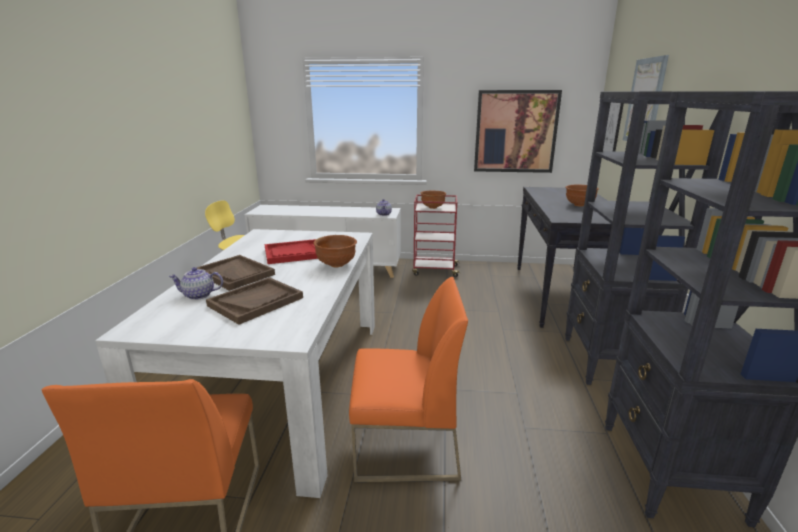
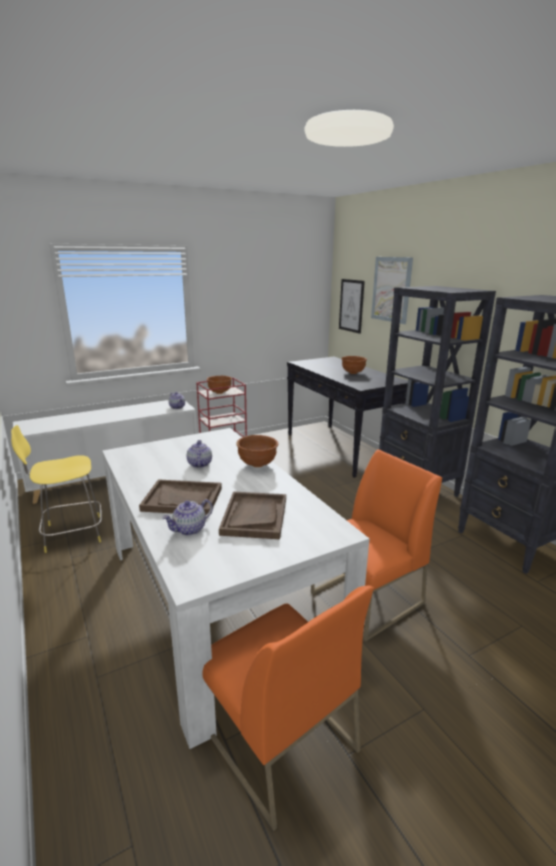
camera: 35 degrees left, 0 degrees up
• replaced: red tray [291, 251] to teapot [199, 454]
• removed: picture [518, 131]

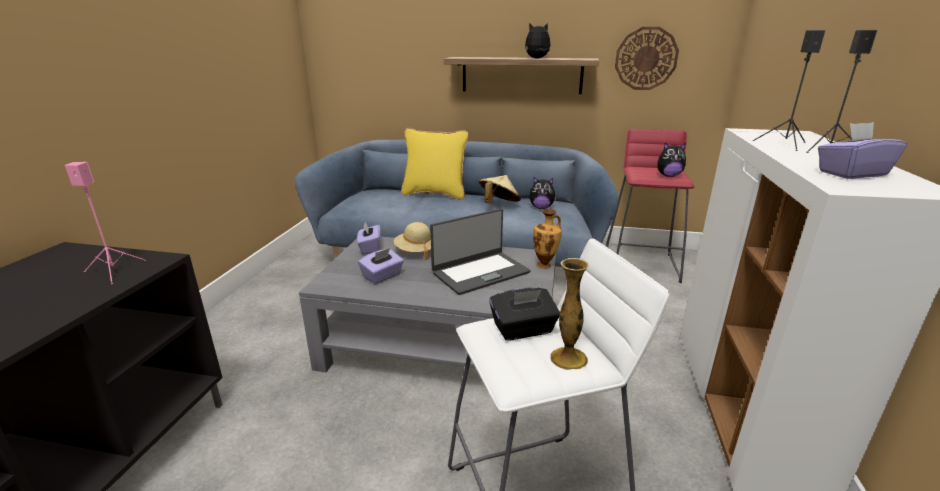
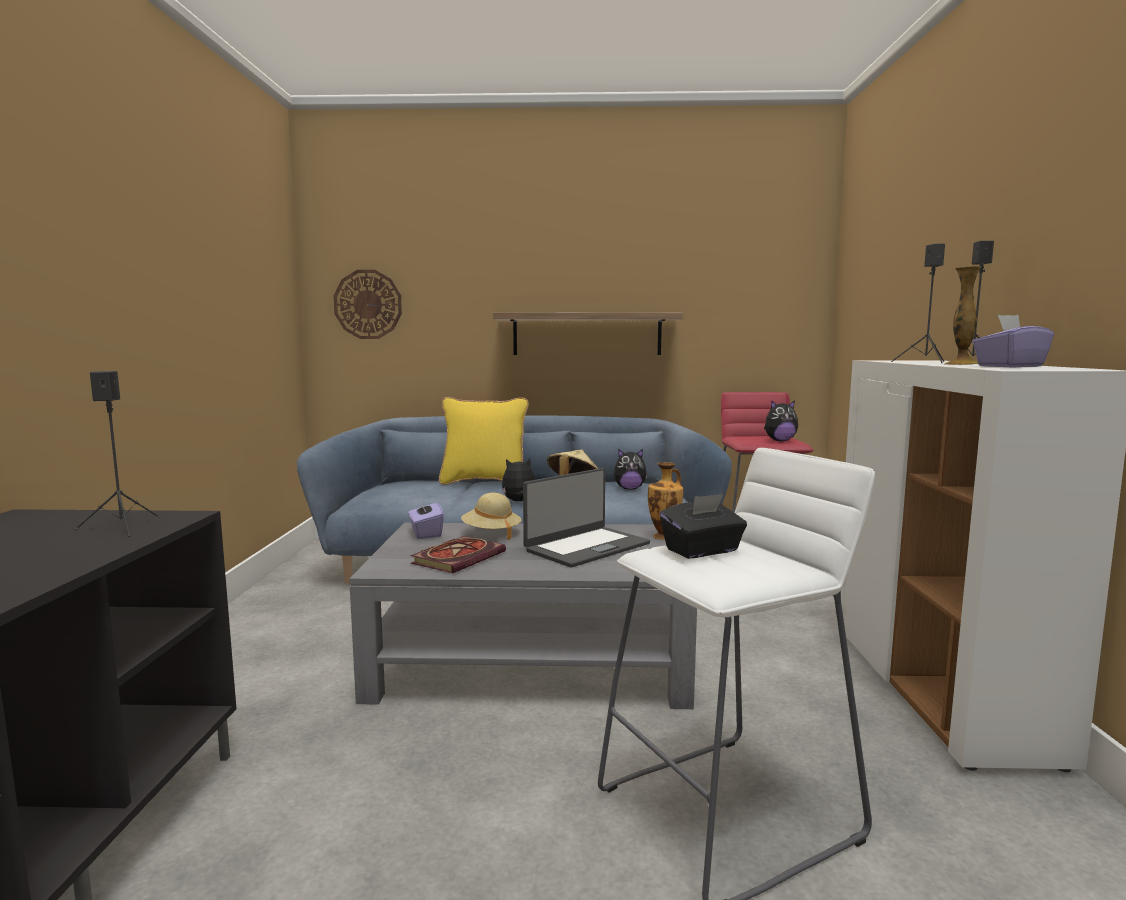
camera: 10 degrees left, 15 degrees down
• recoloured: pink speaker [105, 223] to black speaker [117, 454]
• moved: wall clock [647, 58] to [367, 304]
• replaced: purple tissue box [381, 266] to book [458, 554]
• moved: plush toy [537, 41] to [518, 479]
• moved: vase [569, 314] to [962, 315]

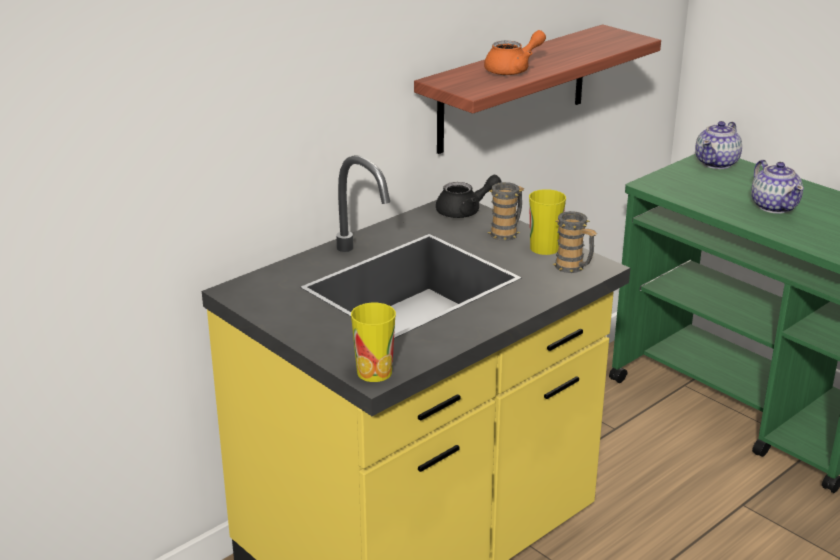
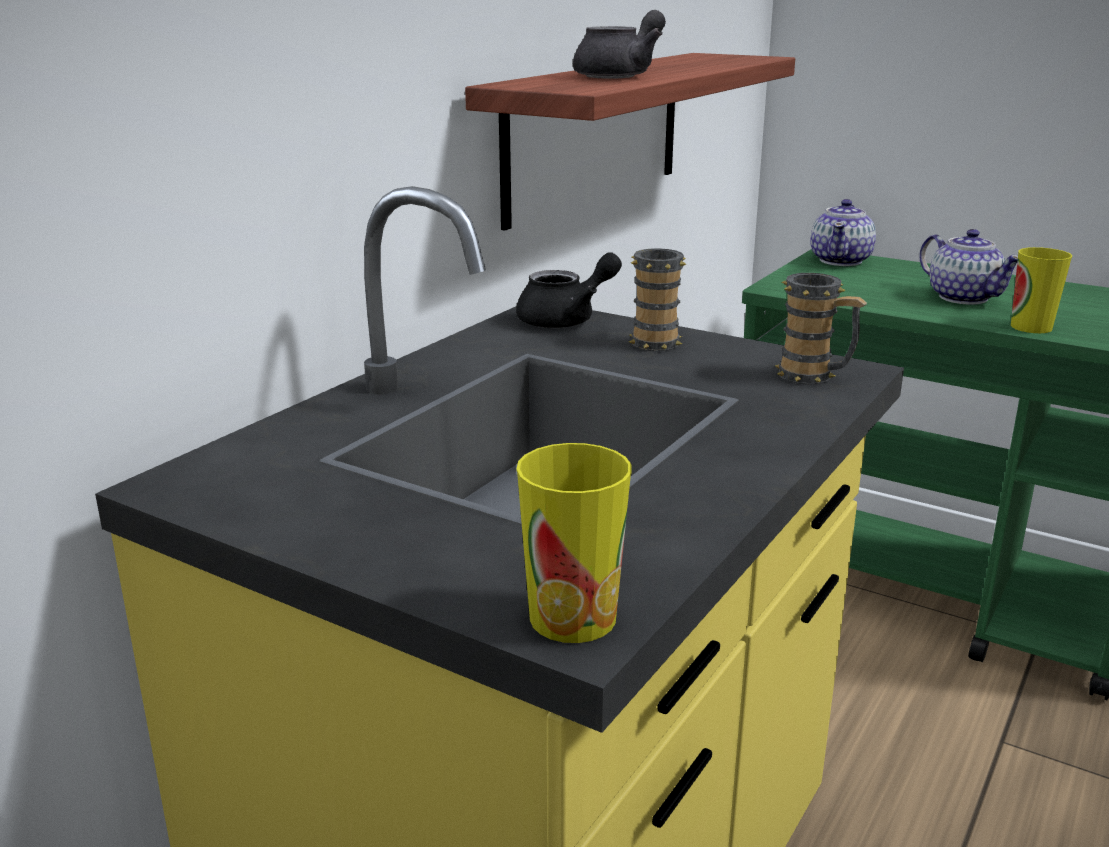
camera: 15 degrees left, 5 degrees down
• recoloured: orange teapot [515, 52] to grey teapot [619, 44]
• moved: cup [547, 222] to [1041, 290]

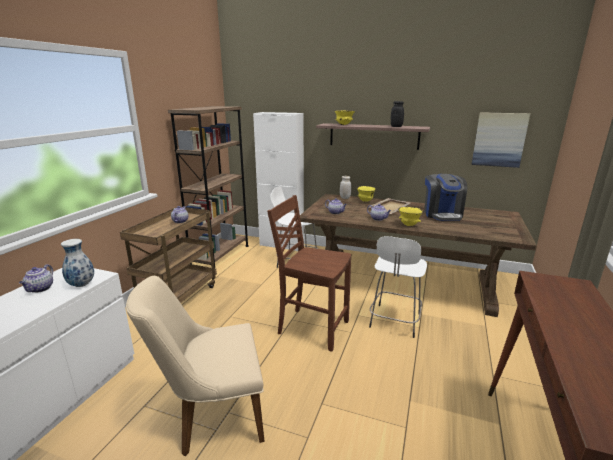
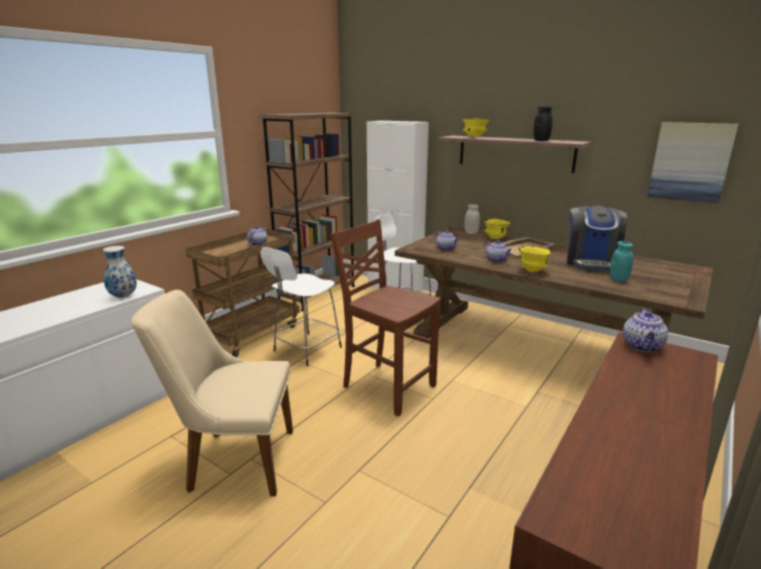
camera: 15 degrees right, 0 degrees up
• moved: white stool [398, 287] to [301, 306]
• added: turquoise jar [621, 261]
• moved: teapot [36, 278] to [645, 330]

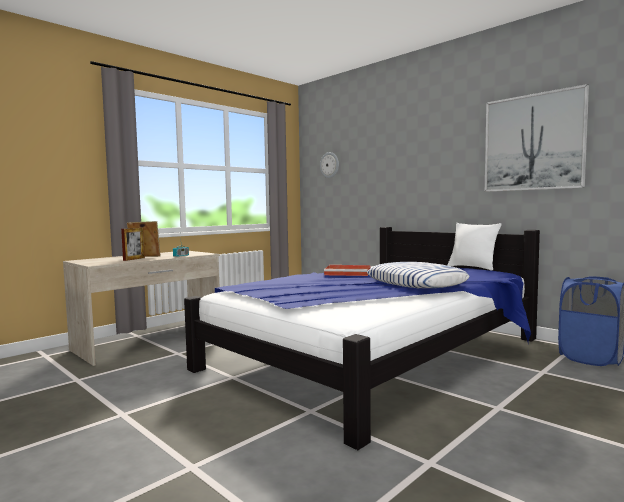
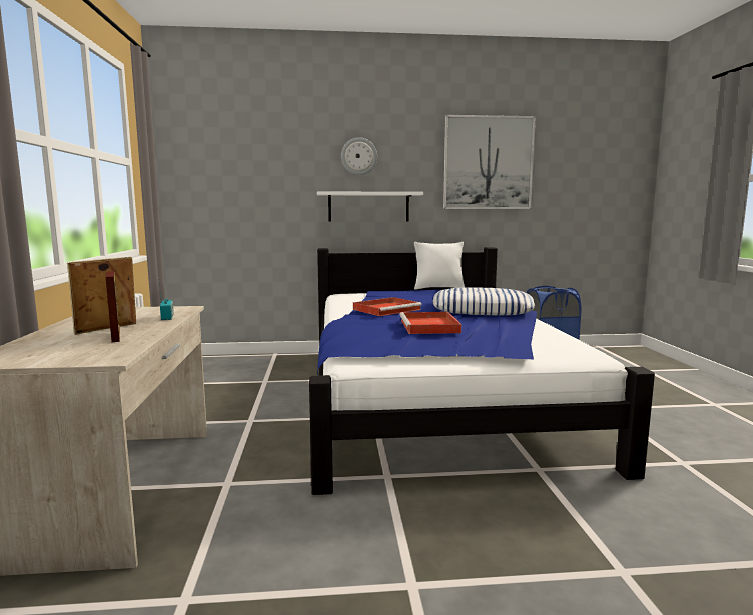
camera: 50 degrees left, 5 degrees up
• added: white shelf [370, 206]
• moved: wall clock [329, 165] to [359, 156]
• added: red tray [430, 323]

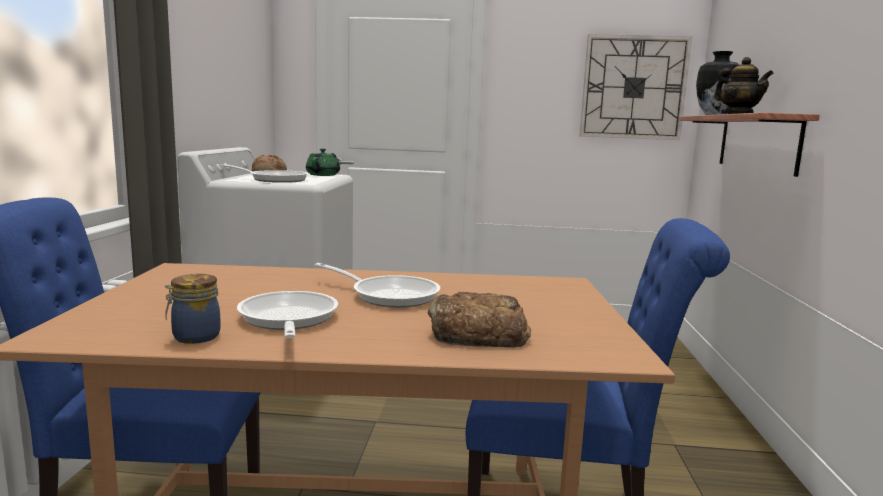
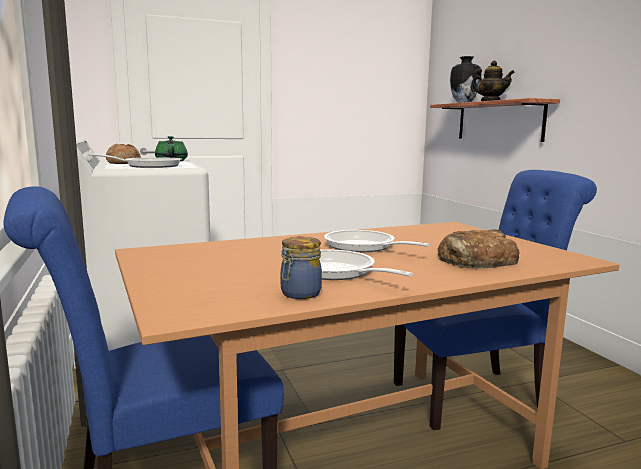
camera: 25 degrees left, 0 degrees up
• turned: frying pan [377, 285] = [377, 241] 135 degrees counterclockwise
• removed: wall clock [636, 87]

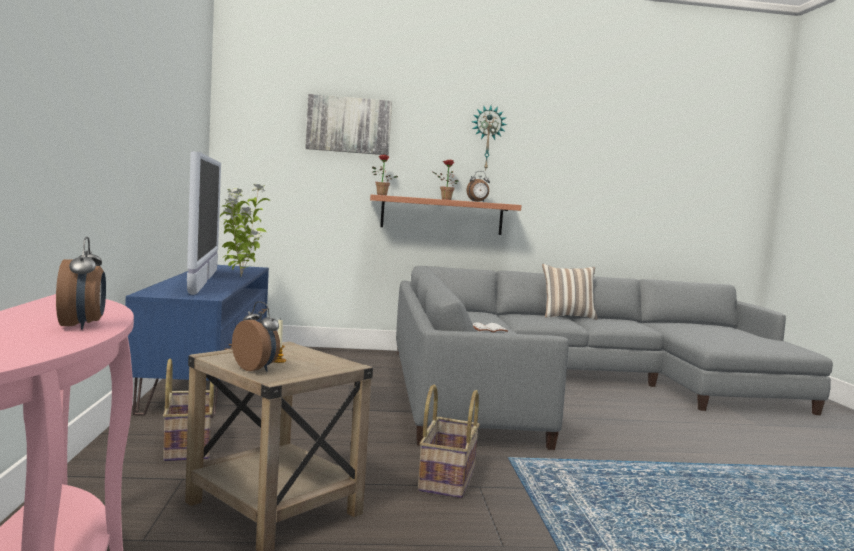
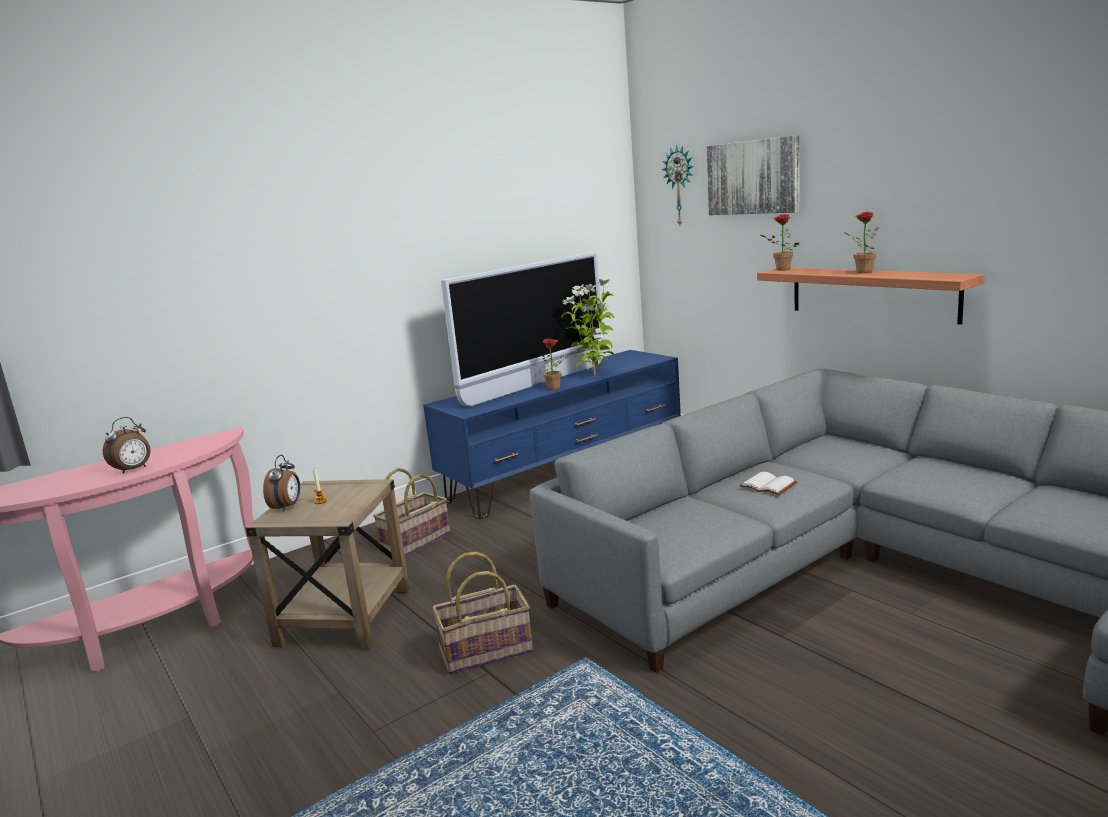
camera: 60 degrees right, 10 degrees up
• added: potted plant [555, 364]
• moved: wall clock [489, 137] to [678, 184]
• removed: alarm clock [478, 186]
• removed: pillow [570, 292]

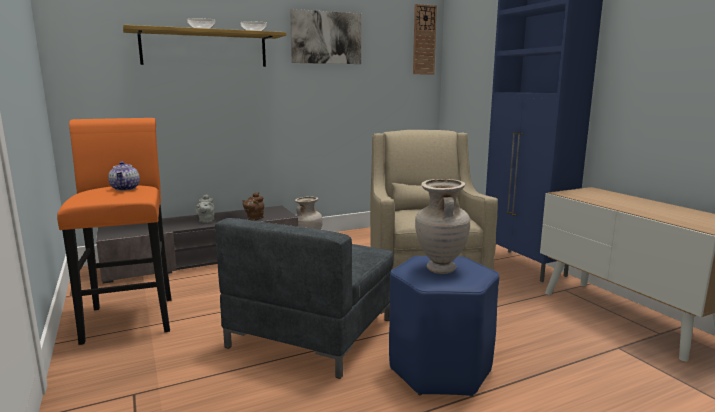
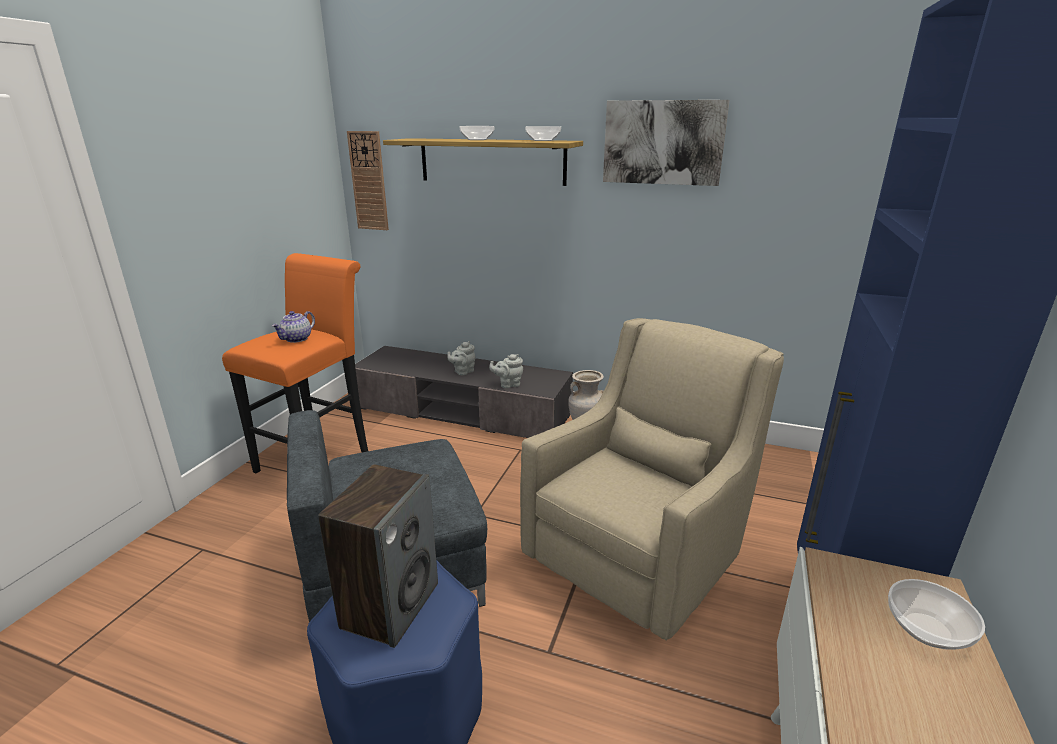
camera: 45 degrees right, 10 degrees up
• replaced: beige vase [442, 226] to speaker [378, 556]
• moved: wall clock [425, 39] to [368, 180]
• recoloured: brown teapot [253, 206] to grey teapot [506, 371]
• added: bowl [936, 614]

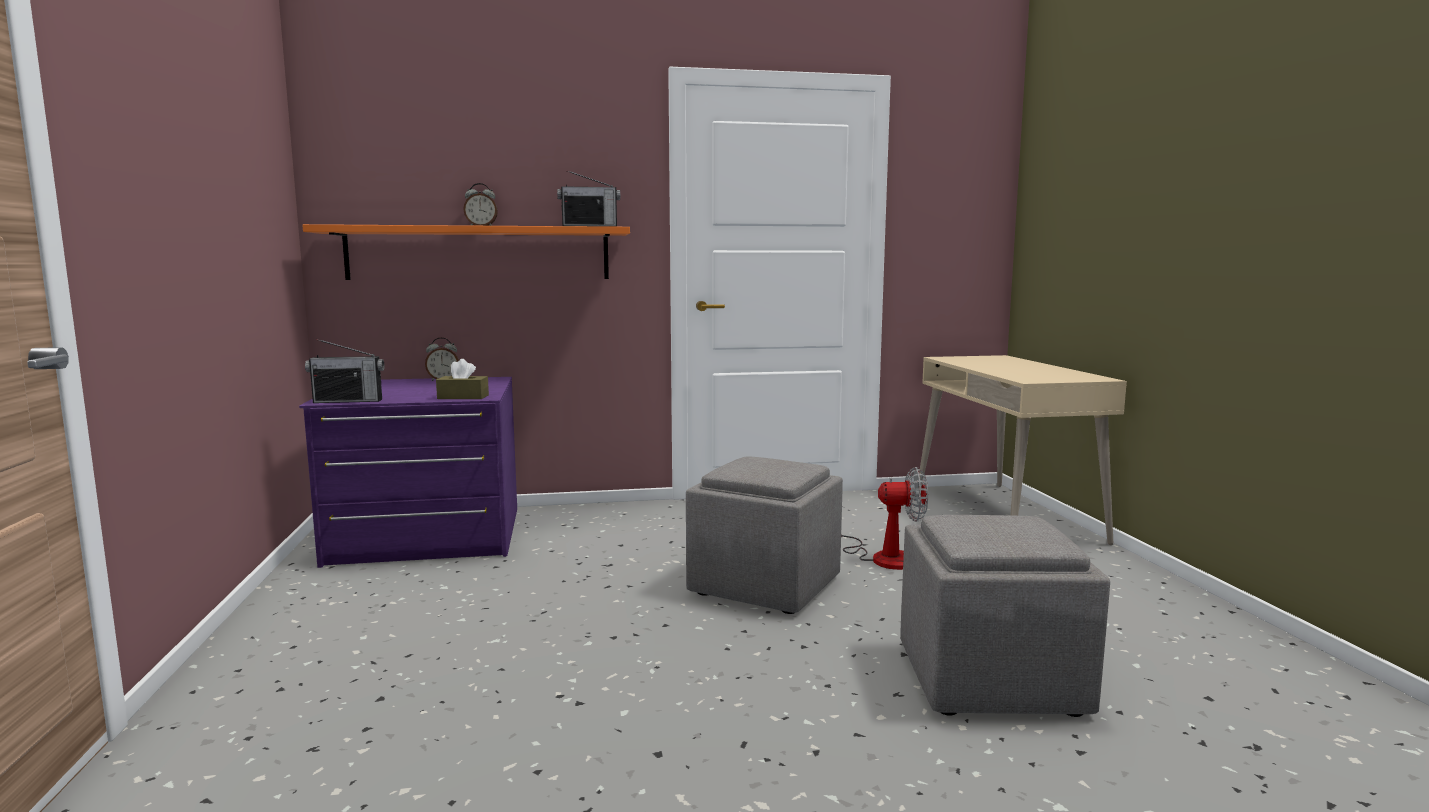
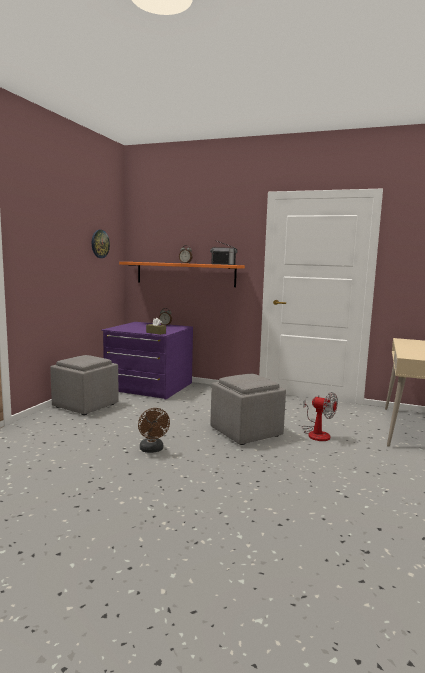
camera: 30 degrees right, 0 degrees up
• moved: grey ottoman [1005, 616] to [84, 385]
• added: wall clock [101, 244]
• added: brown fan [154, 430]
• removed: radio [345, 371]

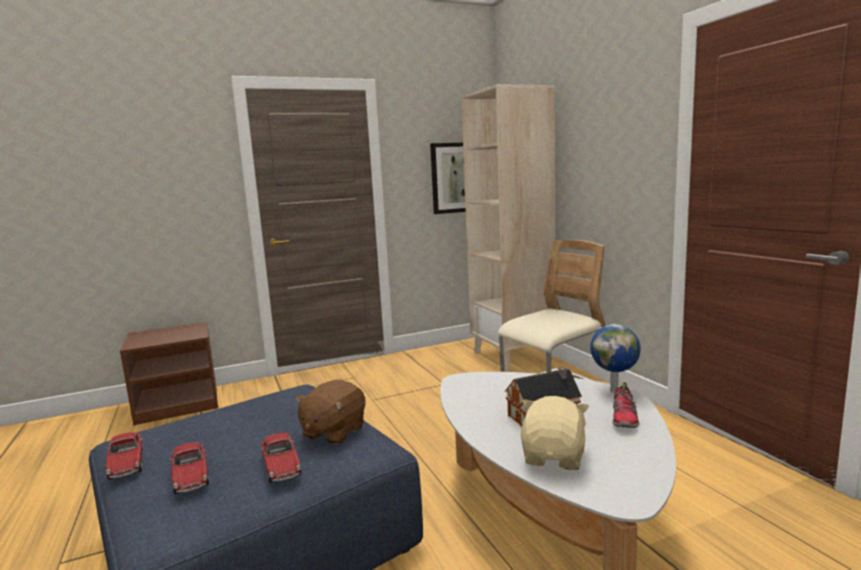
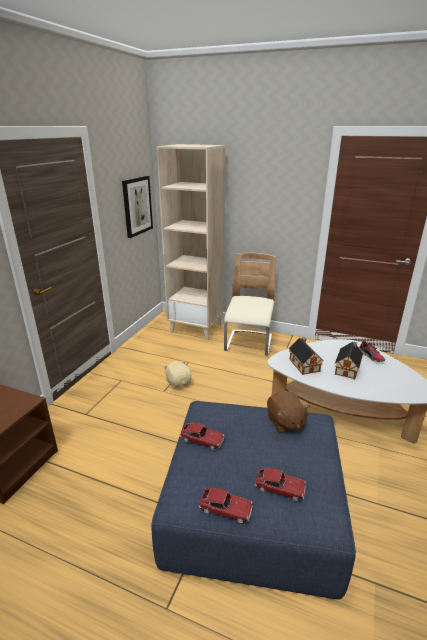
camera: 45 degrees left, 15 degrees up
• moved: beige plush toy [554, 433] to [177, 375]
• moved: toy car [281, 458] to [202, 436]
• added: toy house [305, 356]
• removed: globe [615, 358]

